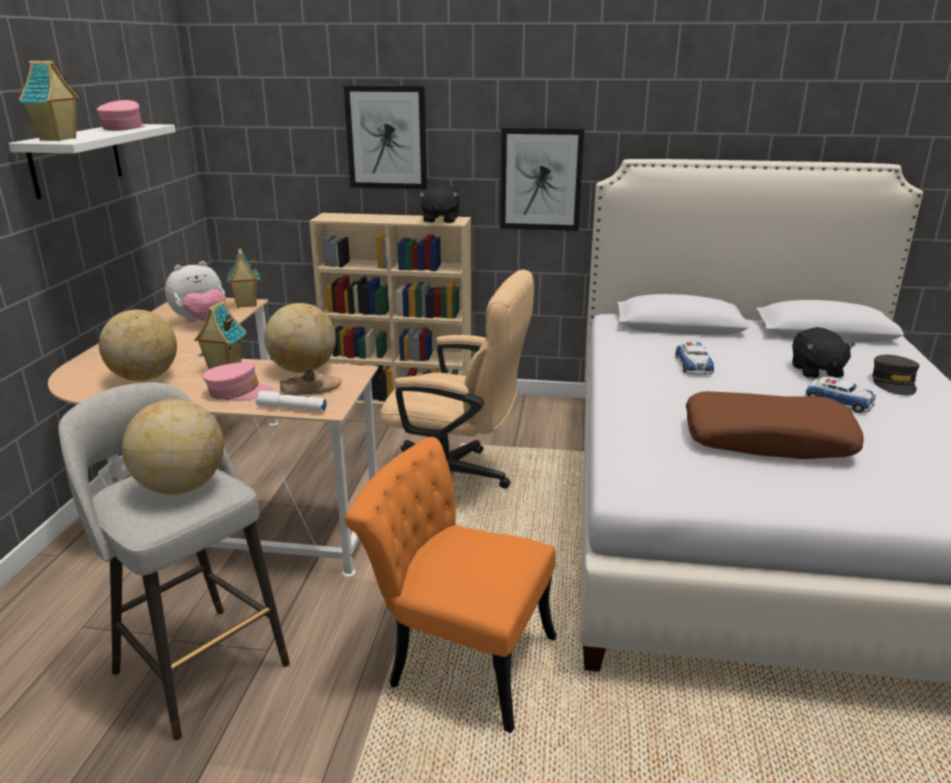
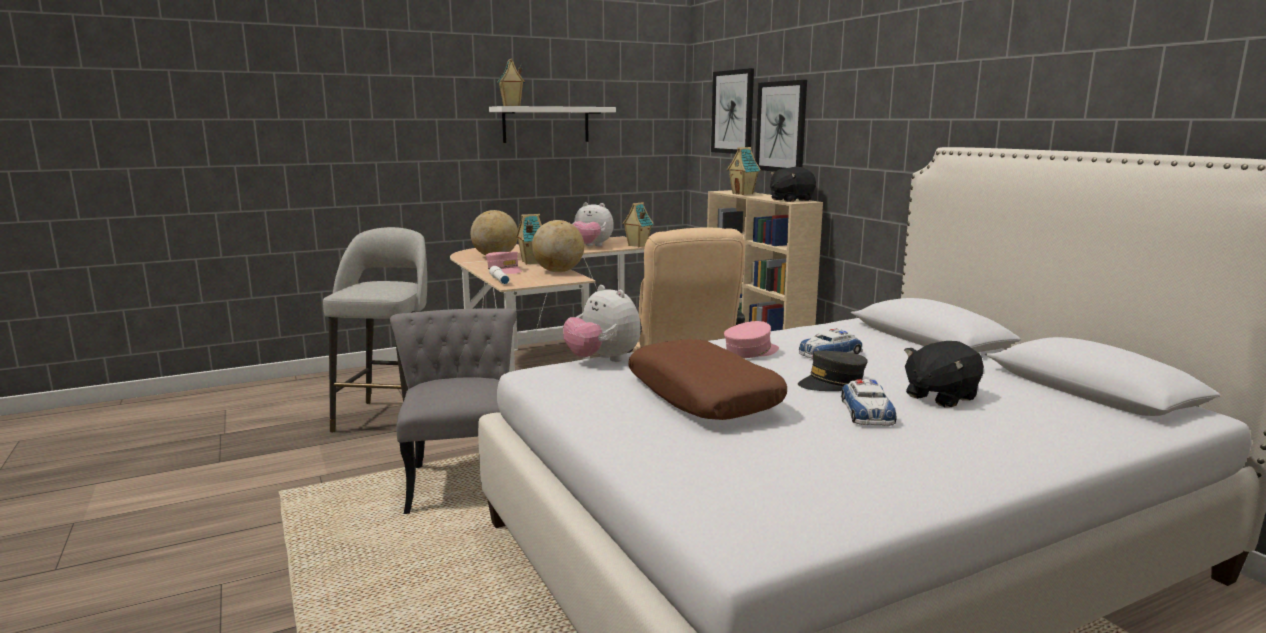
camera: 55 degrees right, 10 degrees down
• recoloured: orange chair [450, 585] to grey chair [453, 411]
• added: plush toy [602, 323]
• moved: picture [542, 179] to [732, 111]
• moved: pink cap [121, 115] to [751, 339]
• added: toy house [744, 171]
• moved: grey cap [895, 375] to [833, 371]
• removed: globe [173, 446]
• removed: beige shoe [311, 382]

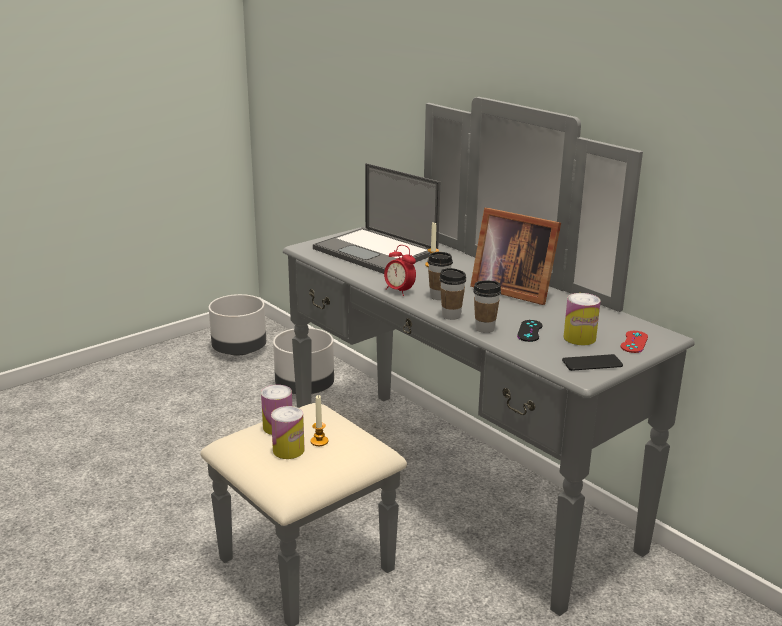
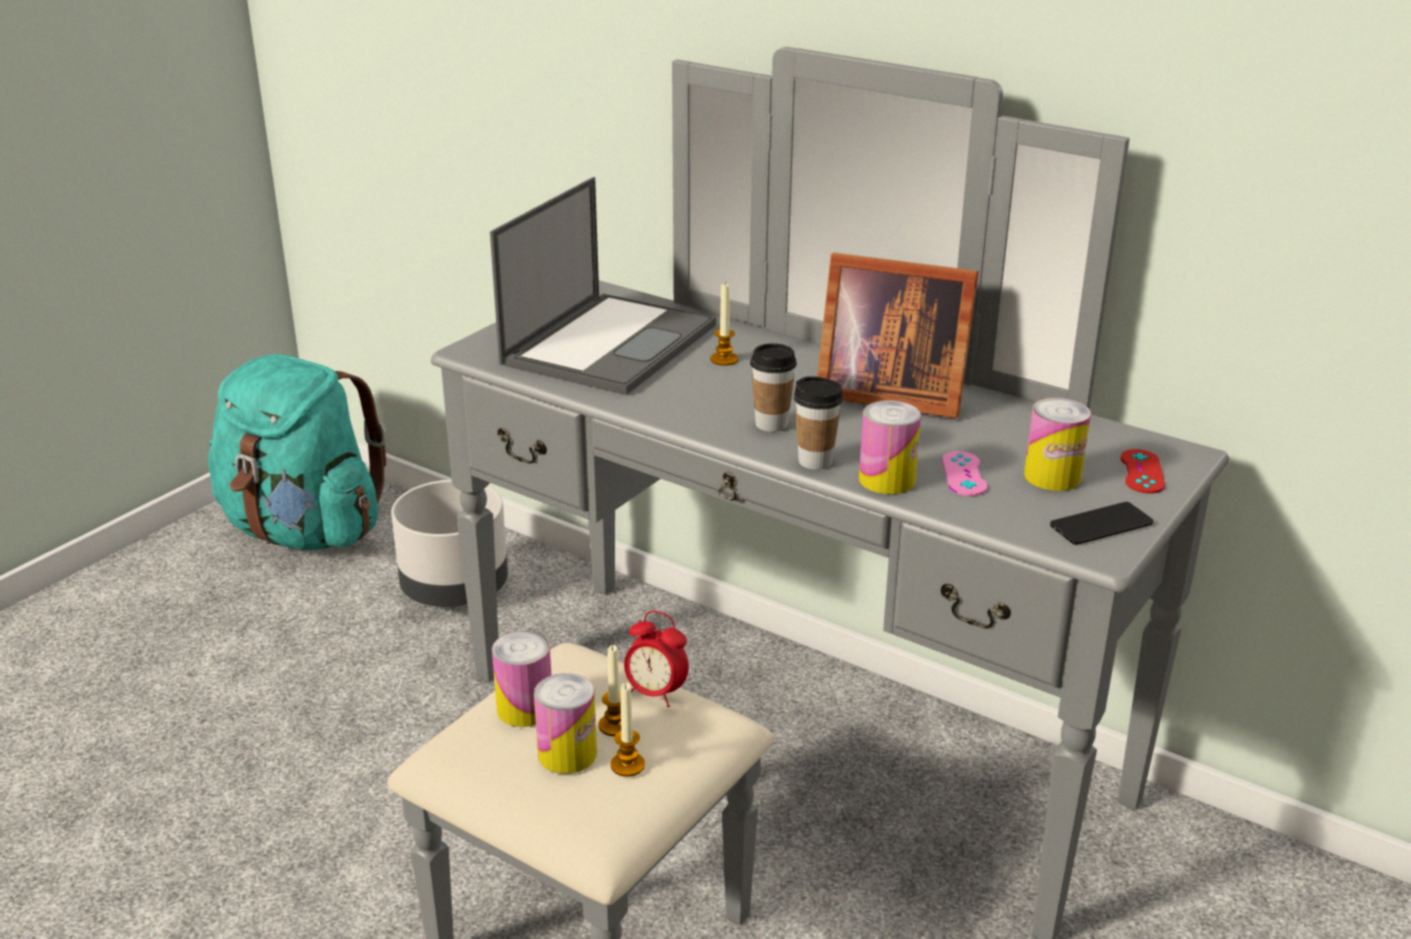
camera: 15 degrees left, 5 degrees up
• replaced: grey planter [237, 324] to turquoise backpack [297, 452]
• turned: laptop [376, 218] = [603, 286] 90 degrees counterclockwise
• added: candle [628, 730]
• moved: alarm clock [400, 270] to [656, 659]
• replaced: cup [487, 307] to can [890, 447]
• recoloured: black game controller [530, 331] to pink game controller [965, 473]

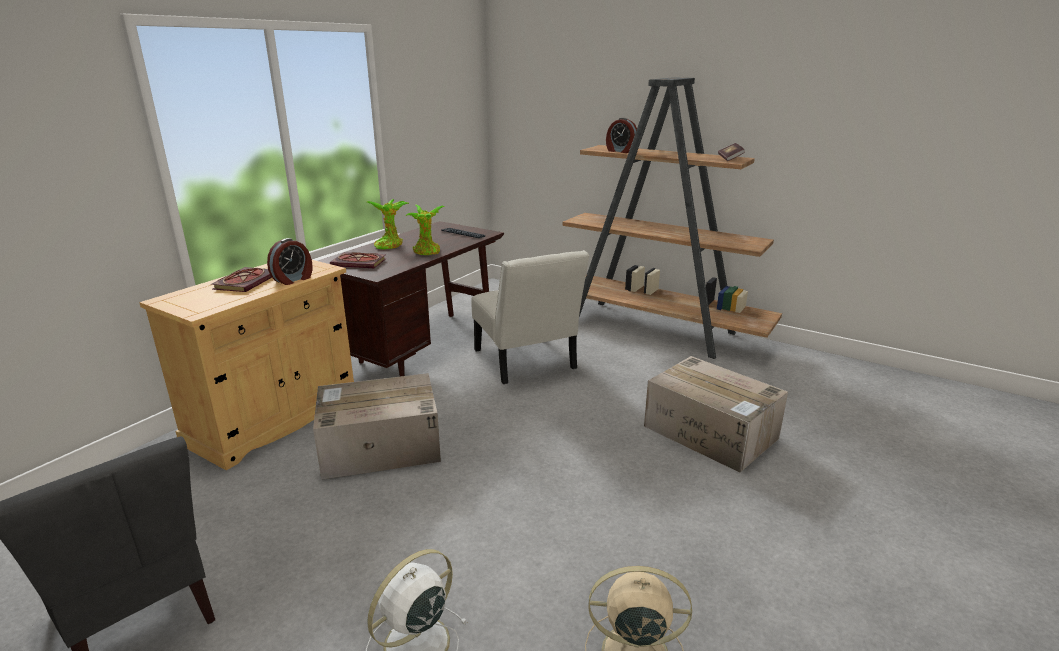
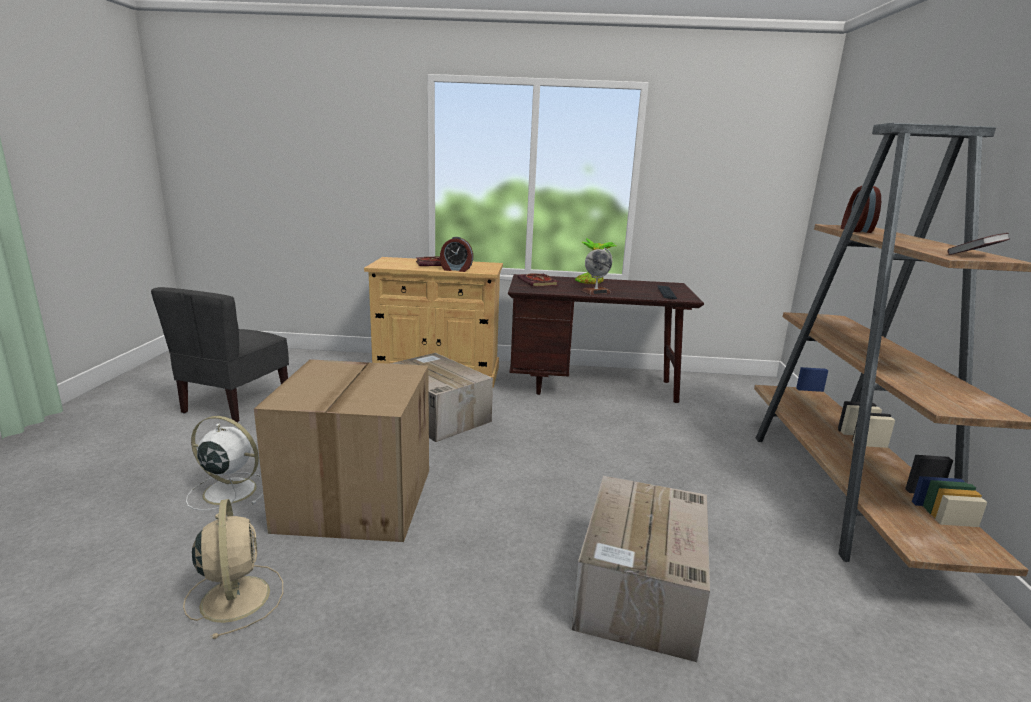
camera: 60 degrees right, 5 degrees down
• added: cardboard box [341, 450]
• replaced: potted plant [425, 230] to globe [596, 271]
• removed: white chair [530, 317]

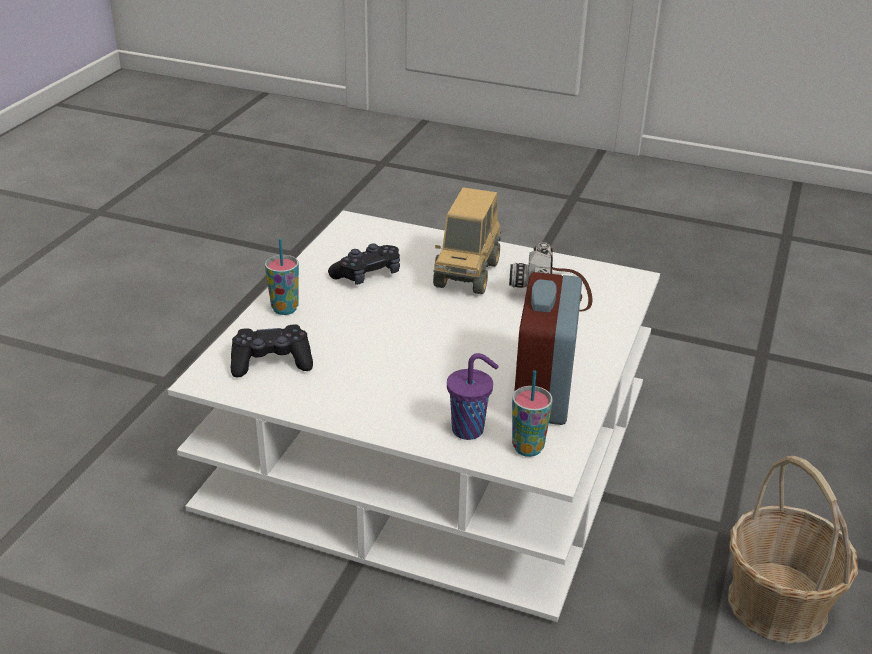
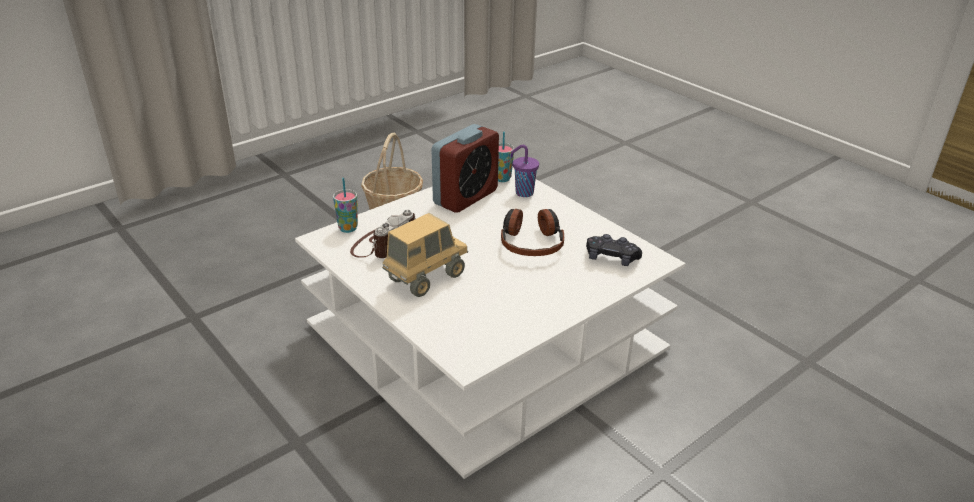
camera: 150 degrees left, 0 degrees up
• moved: cup [282, 277] to [345, 205]
• added: headphones [532, 232]
• removed: black game controller [364, 264]

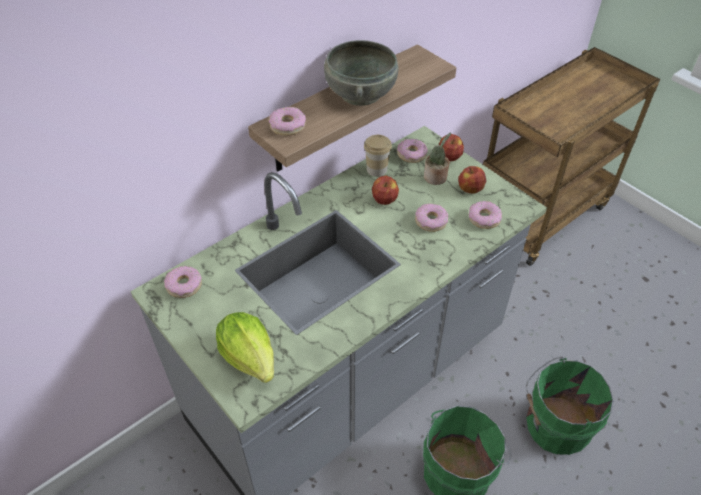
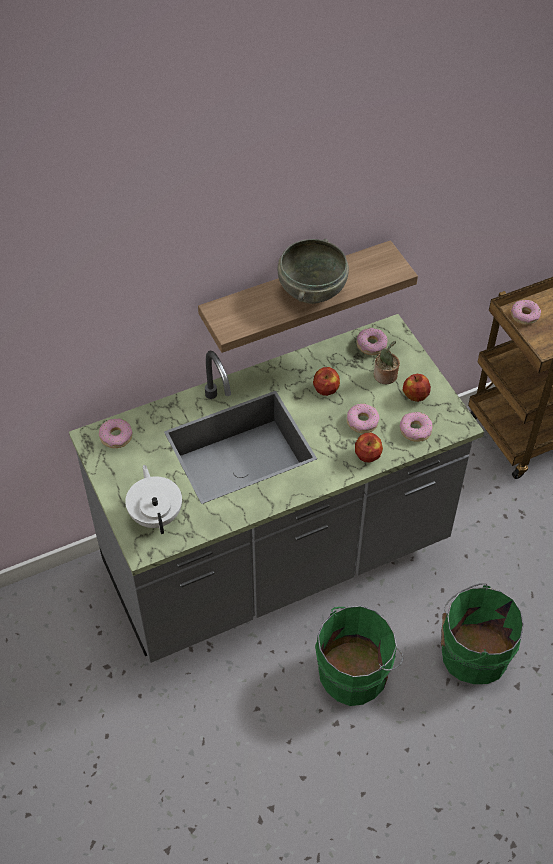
camera: 15 degrees right, 5 degrees up
• replaced: lettuce [245, 347] to white teapot [153, 499]
• moved: apple [451, 147] to [369, 447]
• moved: donut [287, 121] to [526, 312]
• removed: cup [378, 156]

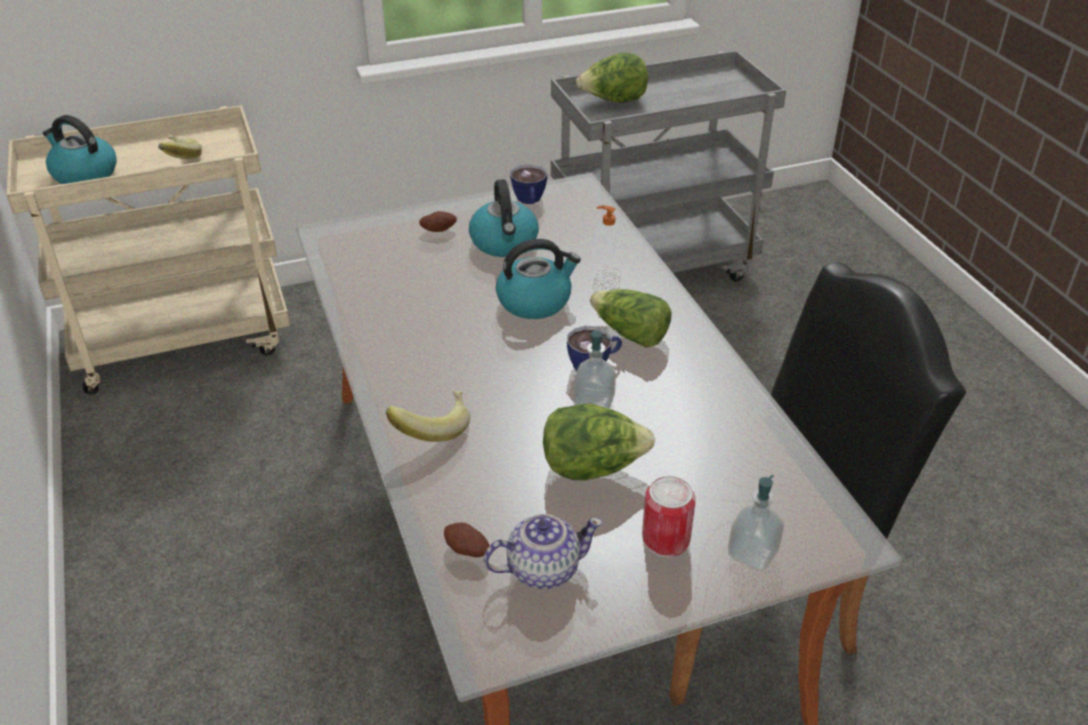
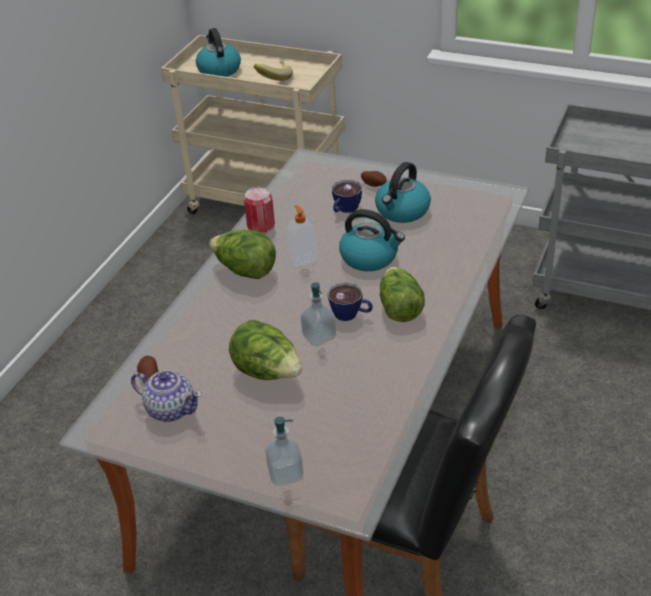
camera: 45 degrees right, 0 degrees up
• moved: lettuce [612, 78] to [242, 254]
• moved: can [669, 516] to [259, 210]
• moved: soap dispenser [607, 244] to [302, 236]
• moved: cup [528, 184] to [347, 196]
• removed: banana [428, 416]

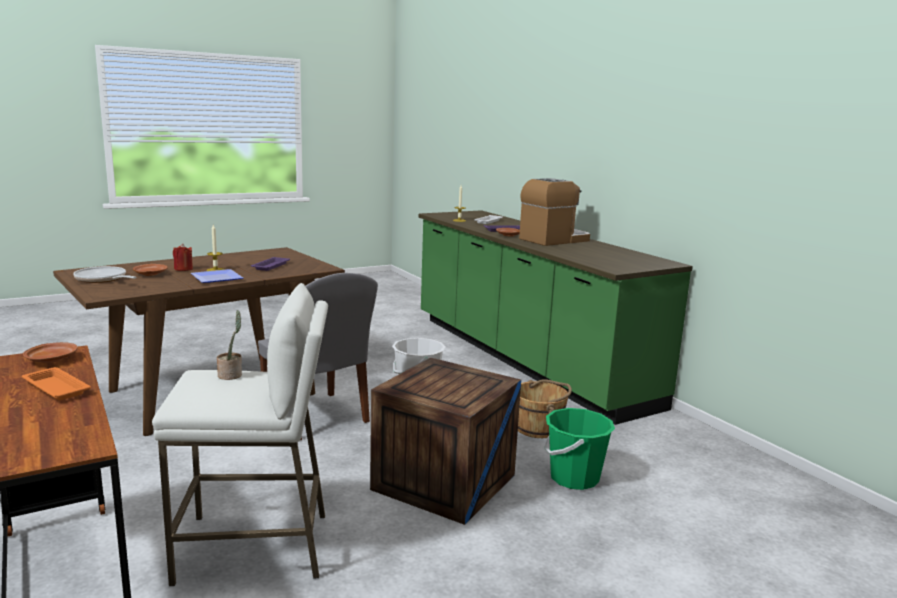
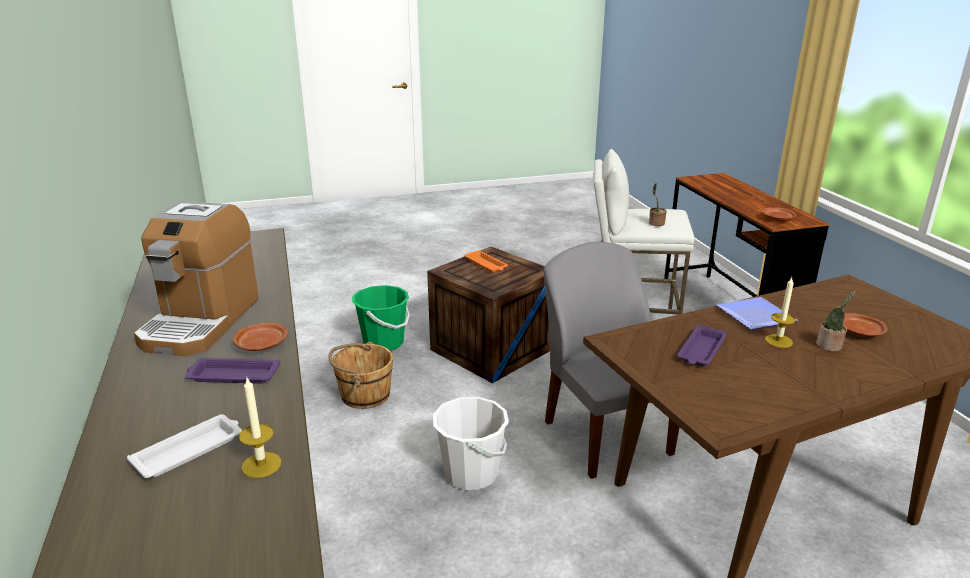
camera: 165 degrees left, 10 degrees up
• turned: coffee machine [554, 212] = [196, 278] 60 degrees counterclockwise
• moved: orange tray [56, 383] to [486, 261]
• replaced: red candle [183, 257] to potted plant [836, 321]
• removed: frying pan [105, 274]

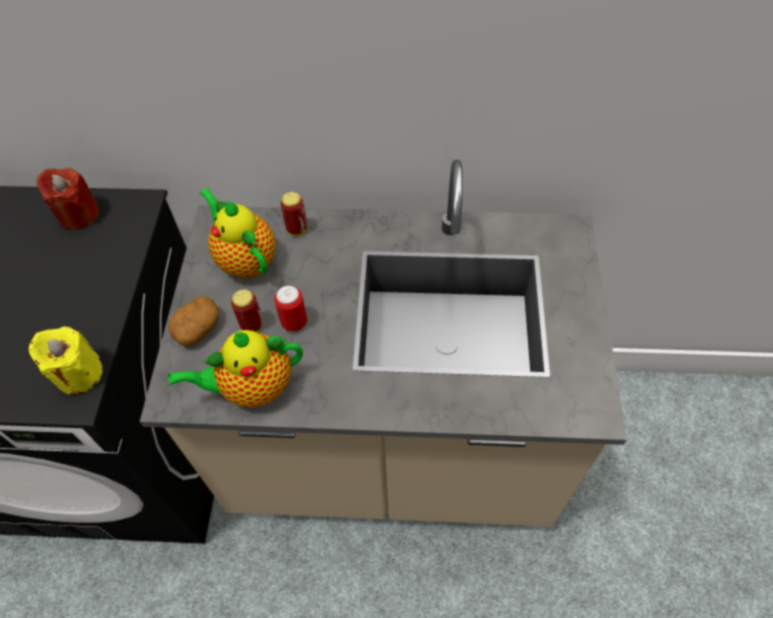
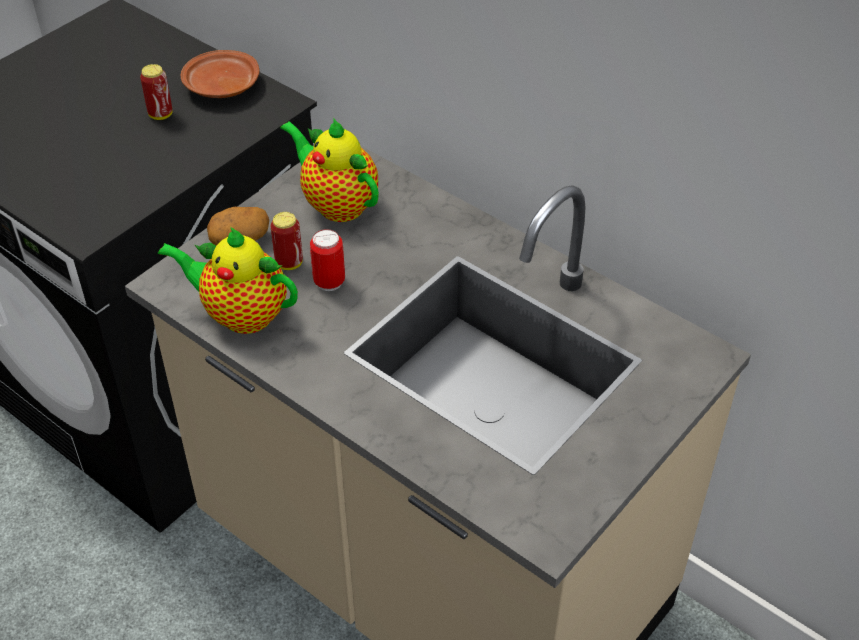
camera: 35 degrees right, 10 degrees down
• moved: can [294, 214] to [156, 92]
• replaced: red candle [68, 199] to brown plate [220, 74]
• turned: teapot [237, 233] = [329, 170] 45 degrees counterclockwise
• removed: yellow candle [66, 361]

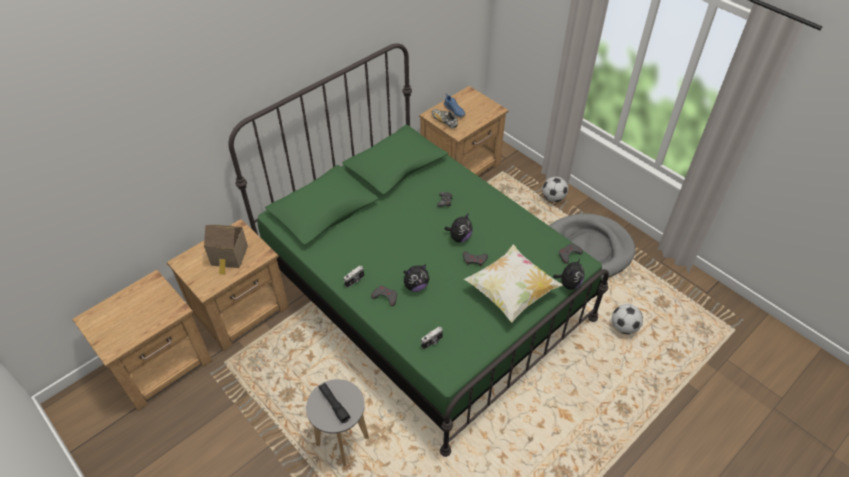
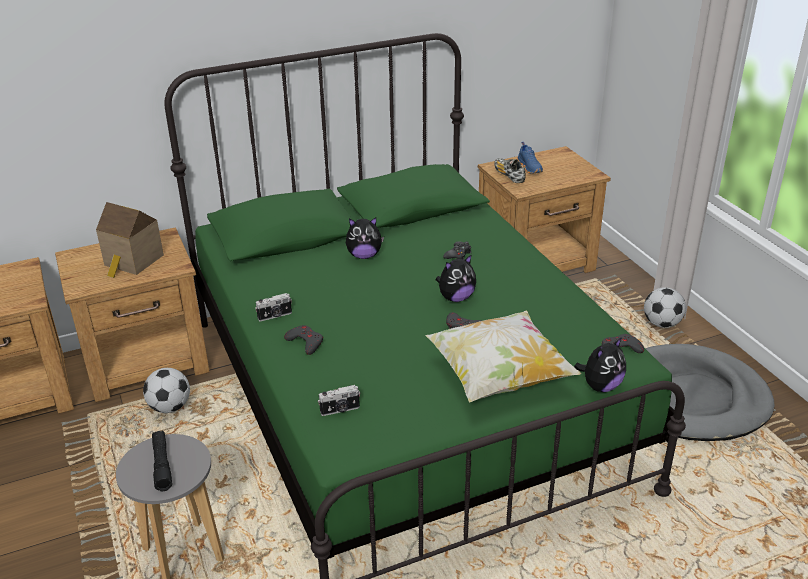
camera: 20 degrees right, 15 degrees down
• moved: football [627, 319] to [166, 390]
• moved: plush toy [416, 278] to [365, 238]

